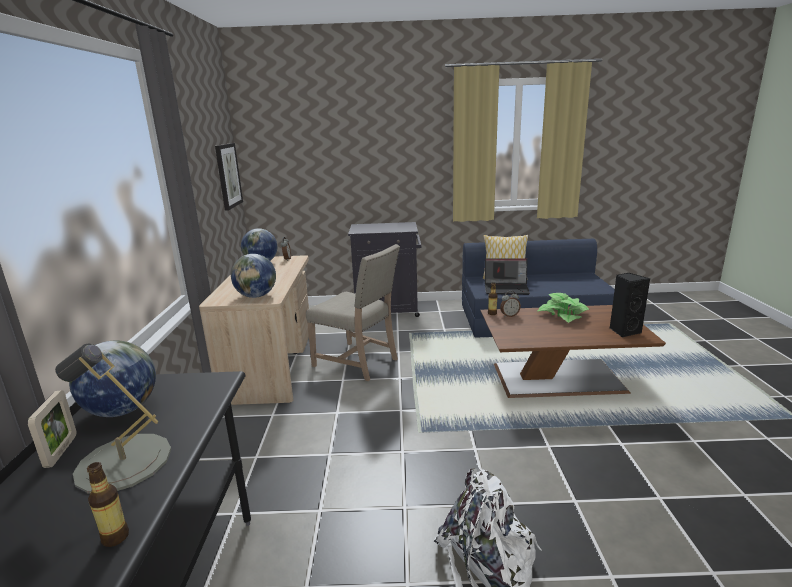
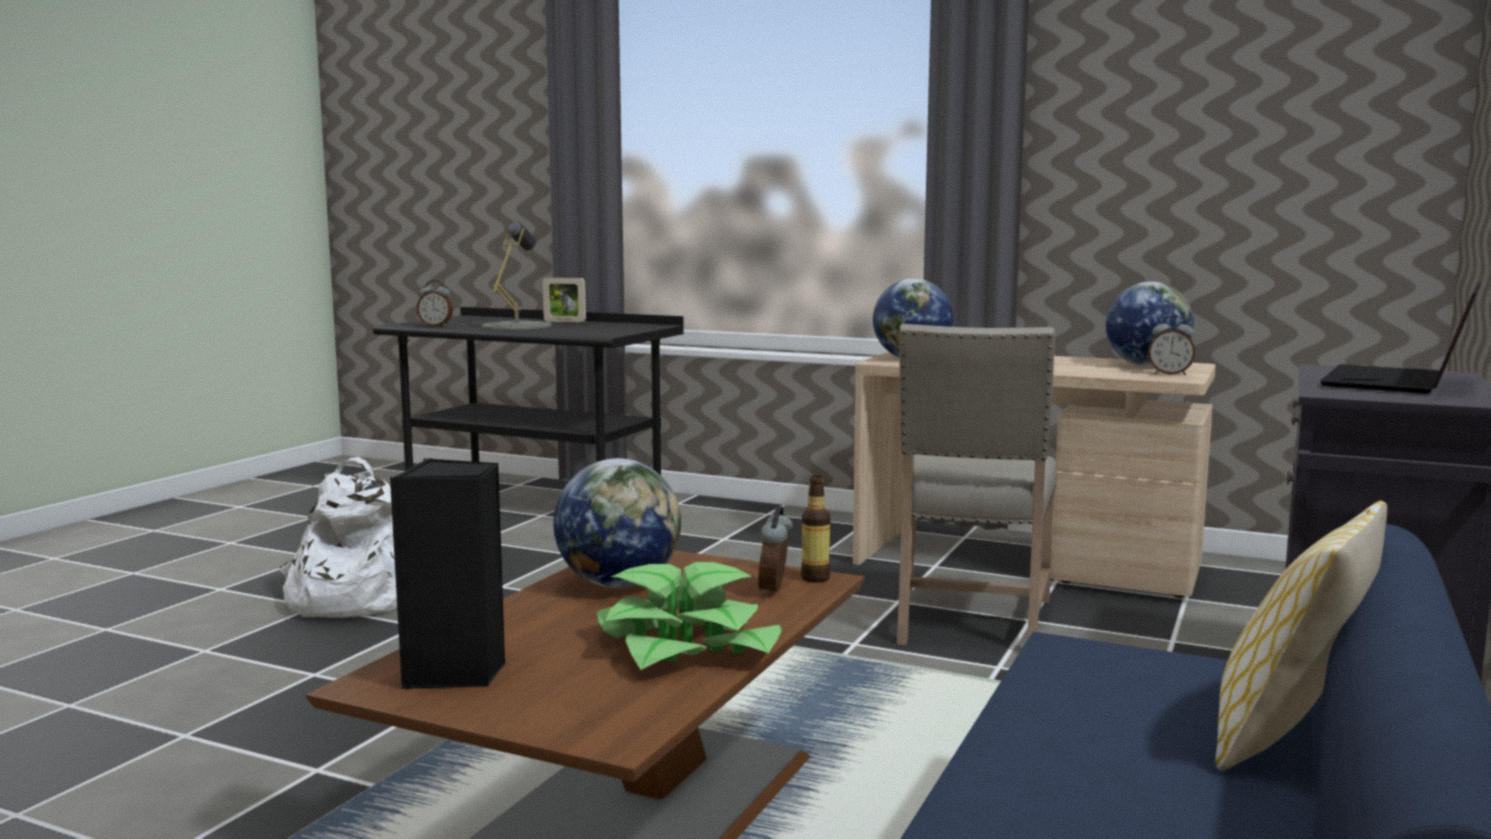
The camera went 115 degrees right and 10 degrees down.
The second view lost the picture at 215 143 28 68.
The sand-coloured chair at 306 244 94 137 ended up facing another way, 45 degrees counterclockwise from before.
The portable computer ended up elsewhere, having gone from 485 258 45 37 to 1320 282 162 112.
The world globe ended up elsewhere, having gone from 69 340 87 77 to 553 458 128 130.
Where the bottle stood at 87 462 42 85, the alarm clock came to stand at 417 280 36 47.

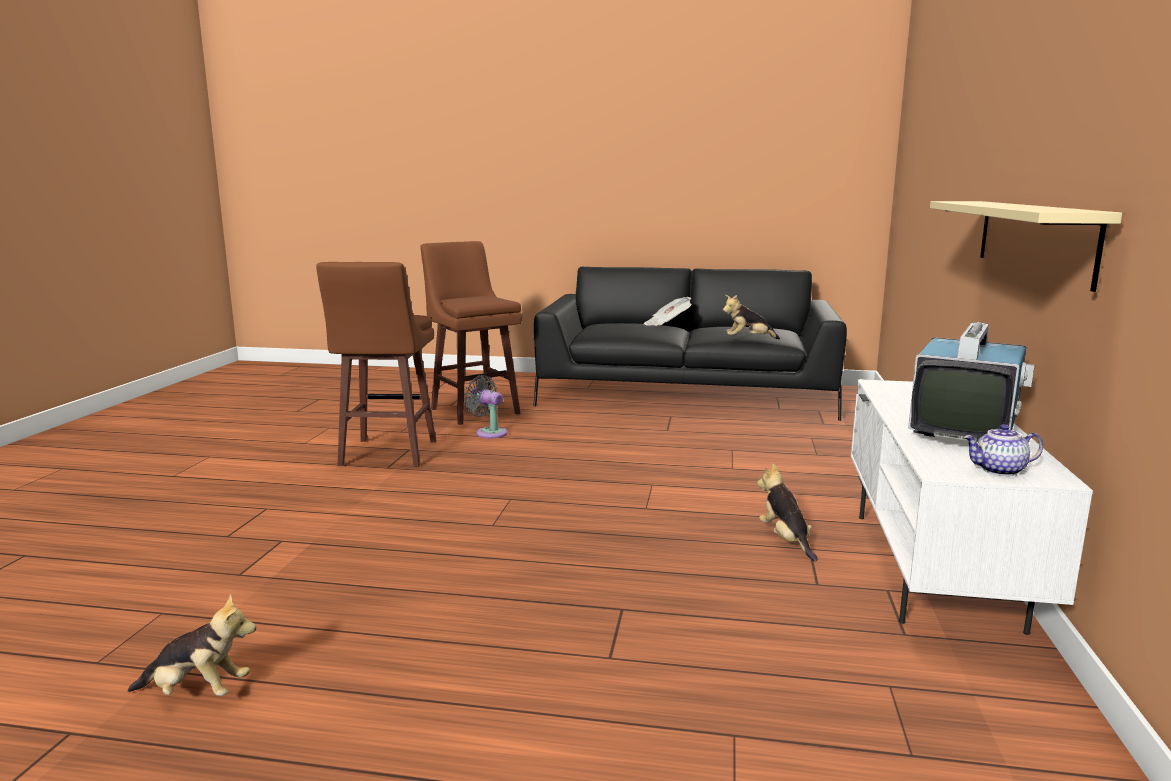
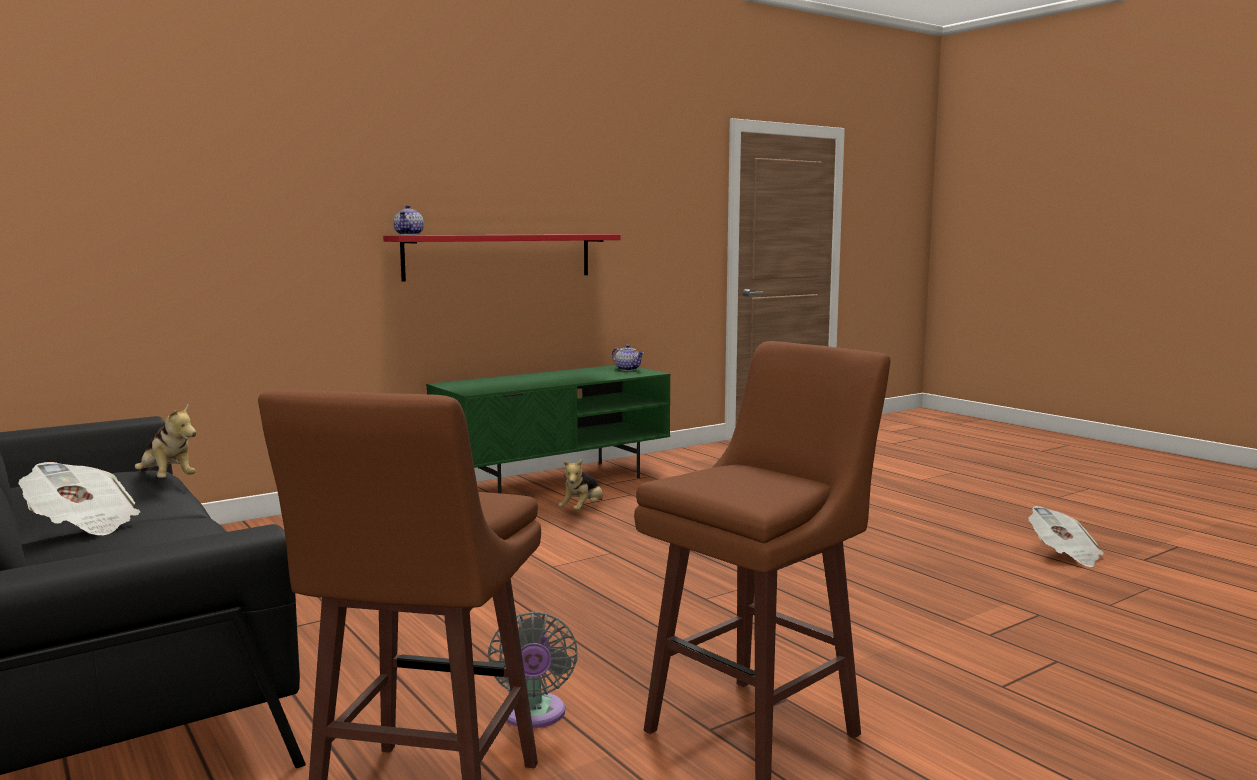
The camera went 135 degrees left and 5 degrees down.
What was the sand-coloured wall shelf at 930 201 192 91 turned into the reddish wall shelf at 383 234 237 47.
The second view lost the TV set at 908 322 127 120.
What was the white tv unit at 851 379 242 256 turned into the greenish tv unit at 426 365 245 129.
Where the soft toy stood at 127 594 129 102, the printed paper came to stand at 1028 506 76 61.
The second view gained the tea pot at 393 205 31 30.

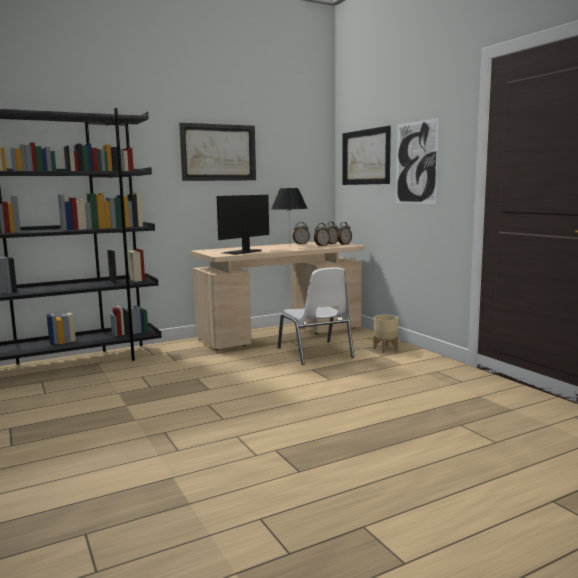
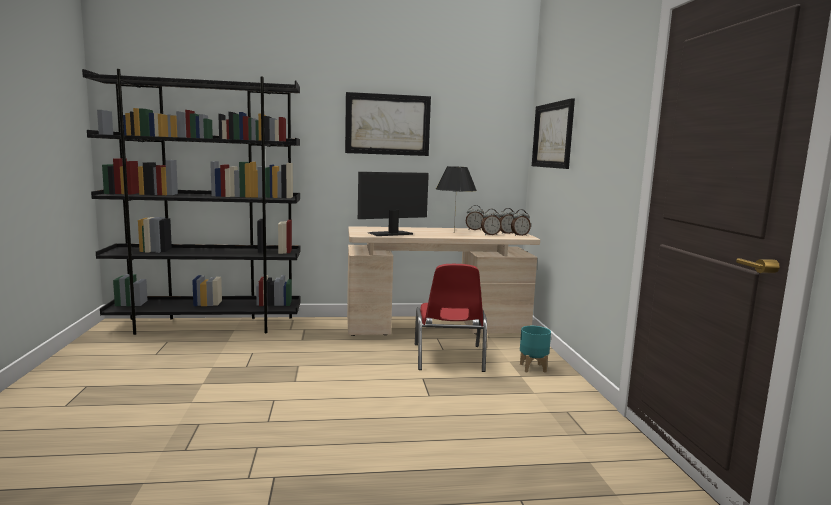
The camera went 20 degrees right and 0 degrees up.
The second view lost the picture at 396 118 43 86.
What was the white chair at 278 267 76 98 turned into the reddish chair at 415 264 72 108.
What was the sand-coloured flower pot at 374 315 24 38 turned into the blue-green flower pot at 520 326 31 47.

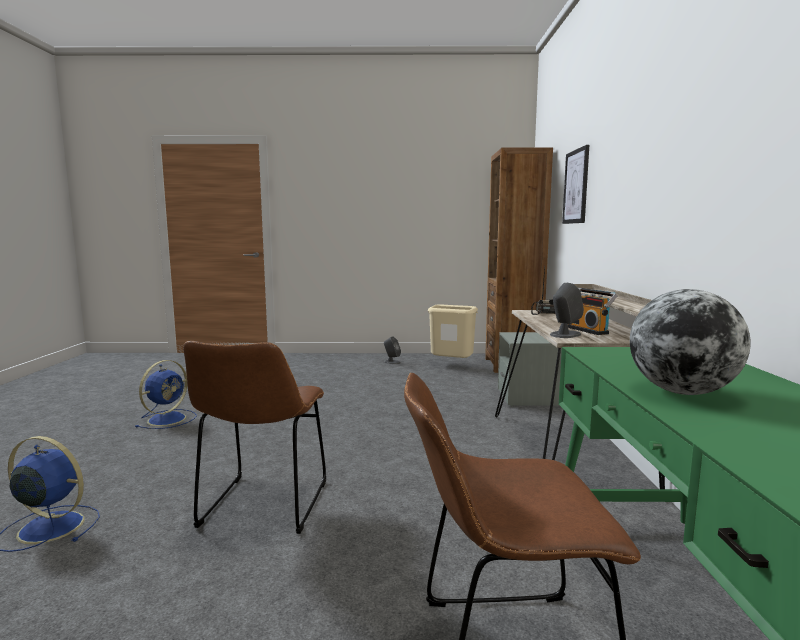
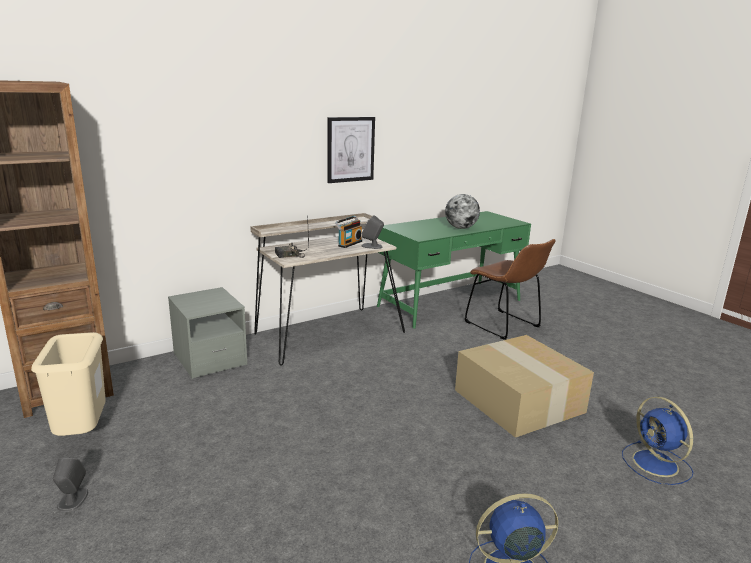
The camera went 125 degrees left and 10 degrees up.
The picture ended up elsewhere, having gone from 562 145 27 79 to 327 117 48 66.
Where the brownish chair stood at 183 341 143 193, the packing box came to stand at 455 335 139 103.

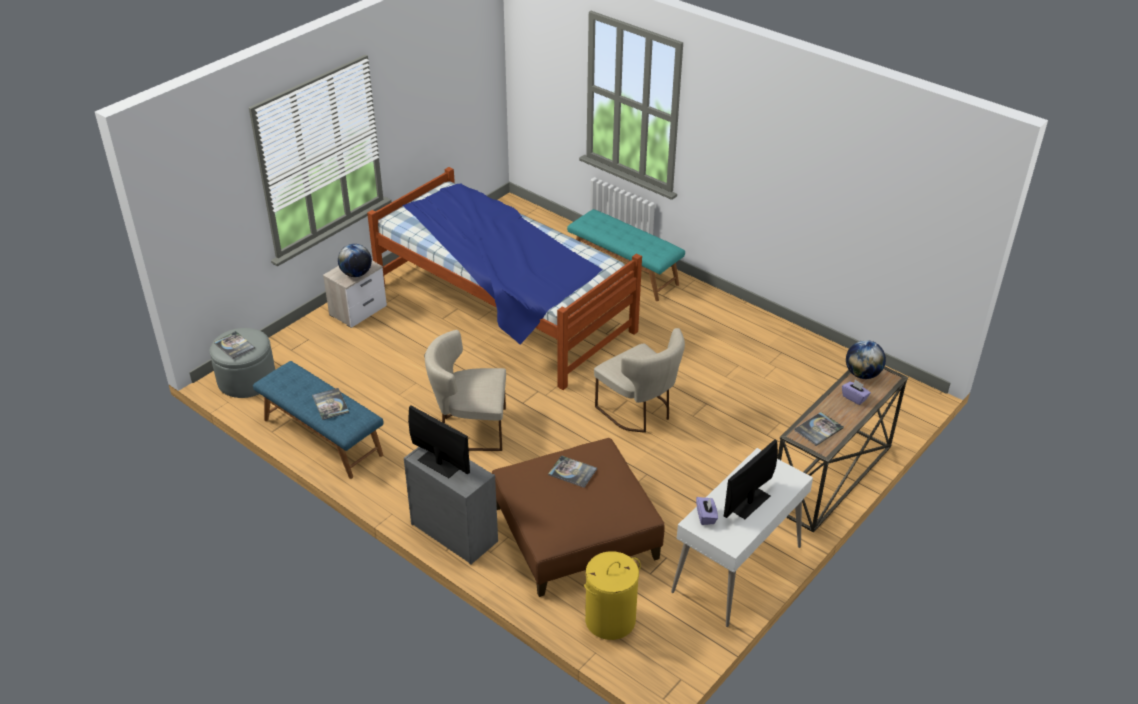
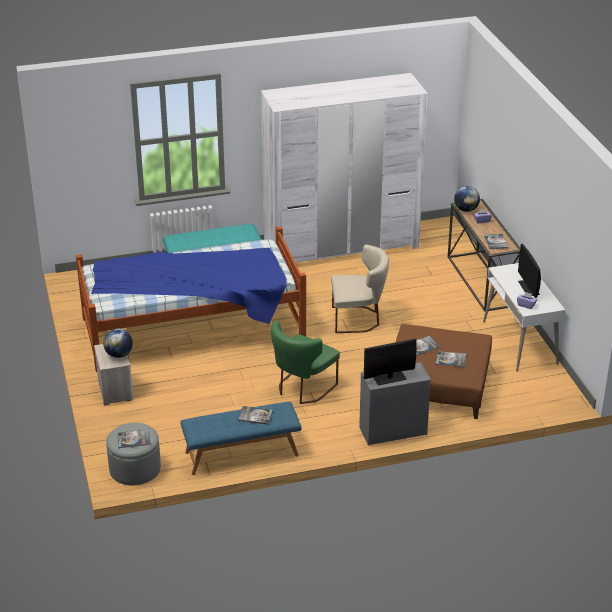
The camera went 55 degrees left and 5 degrees down.
What was the sand-coloured chair at 424 330 82 121 turned into the greenish chair at 271 320 69 84.
The second view lost the yellow-coloured hamper at 584 551 57 89.
The second view gained the white clothes cupboard at 261 73 167 190.
The second view gained the book at 436 351 30 16.

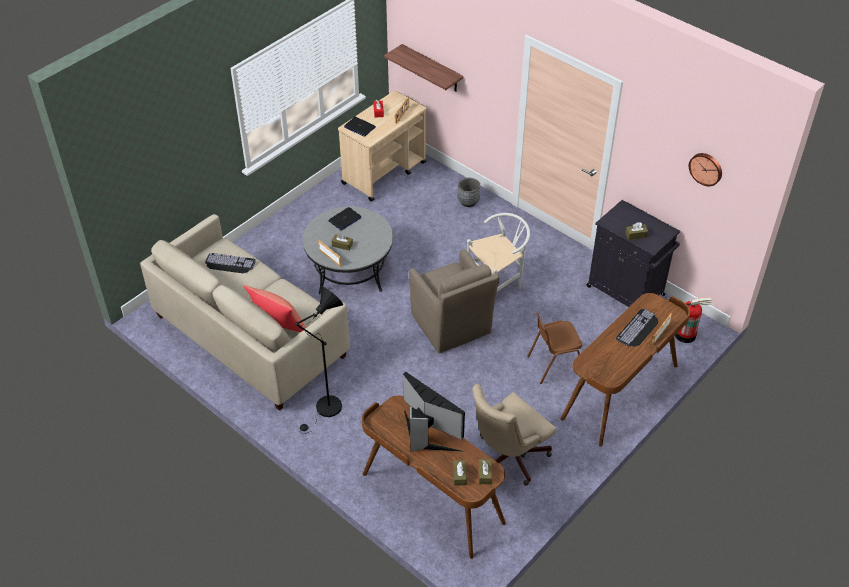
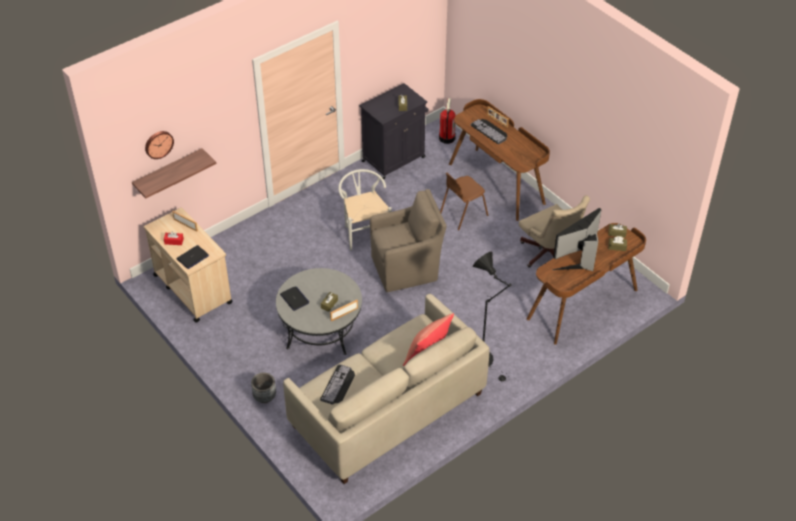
The camera went 80 degrees left and 0 degrees up.
The wall clock ended up elsewhere, having gone from 689 153 33 33 to 145 131 29 28.
The greyish flower pot ended up elsewhere, having gone from 458 178 22 29 to 251 373 25 30.
The brownish chair at 527 313 55 71 ended up facing another way, 60 degrees clockwise from before.

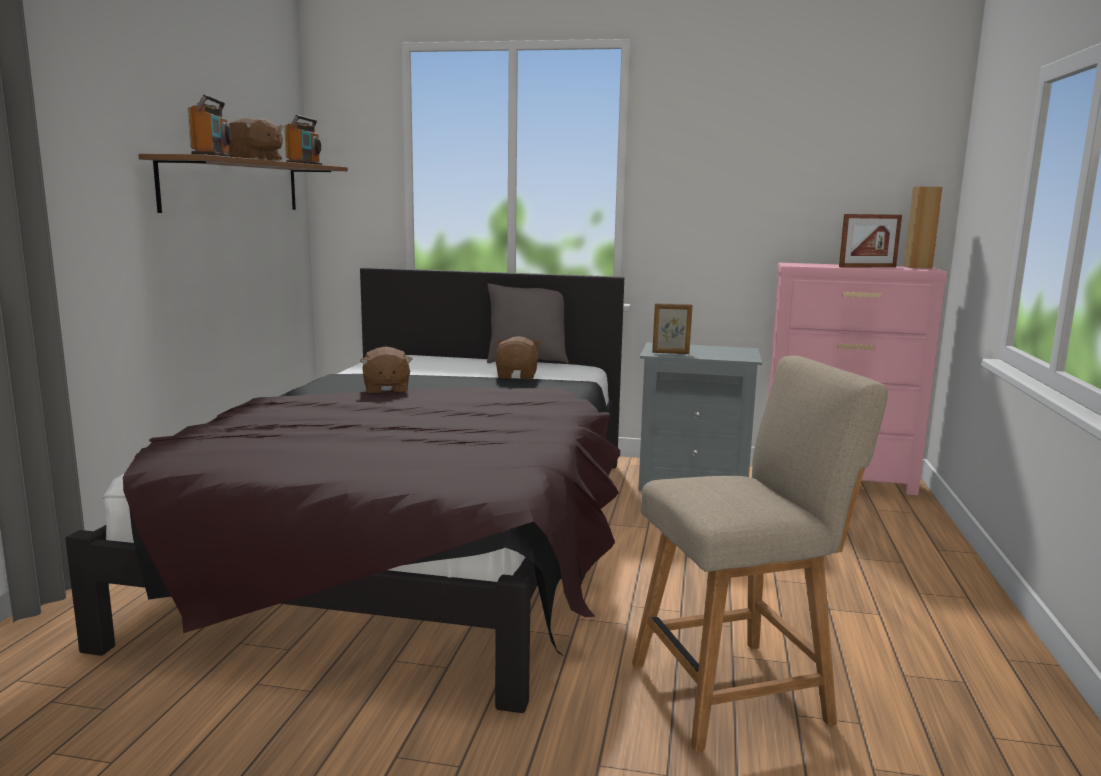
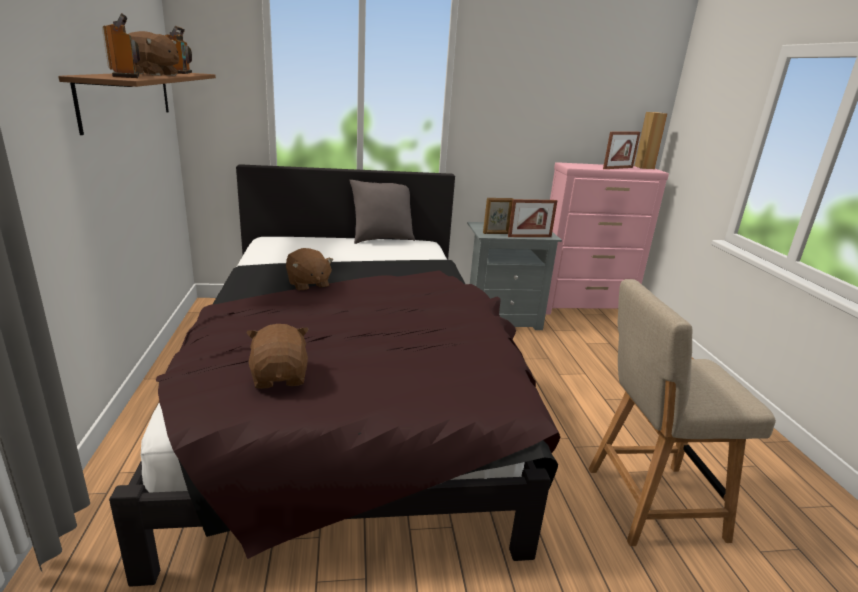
The camera went 20 degrees left and 10 degrees up.
The brownish soft toy ended up elsewhere, having gone from 495 336 47 44 to 246 324 63 65.
The sand-coloured chair at 632 356 256 396 ended up facing another way, 150 degrees counterclockwise from before.
The second view gained the photo frame at 508 199 50 38.

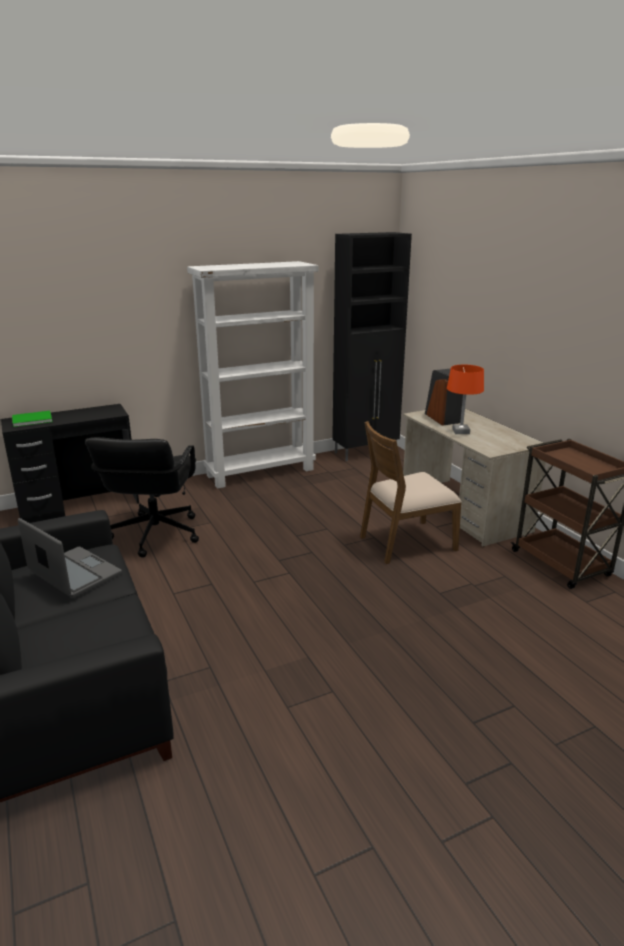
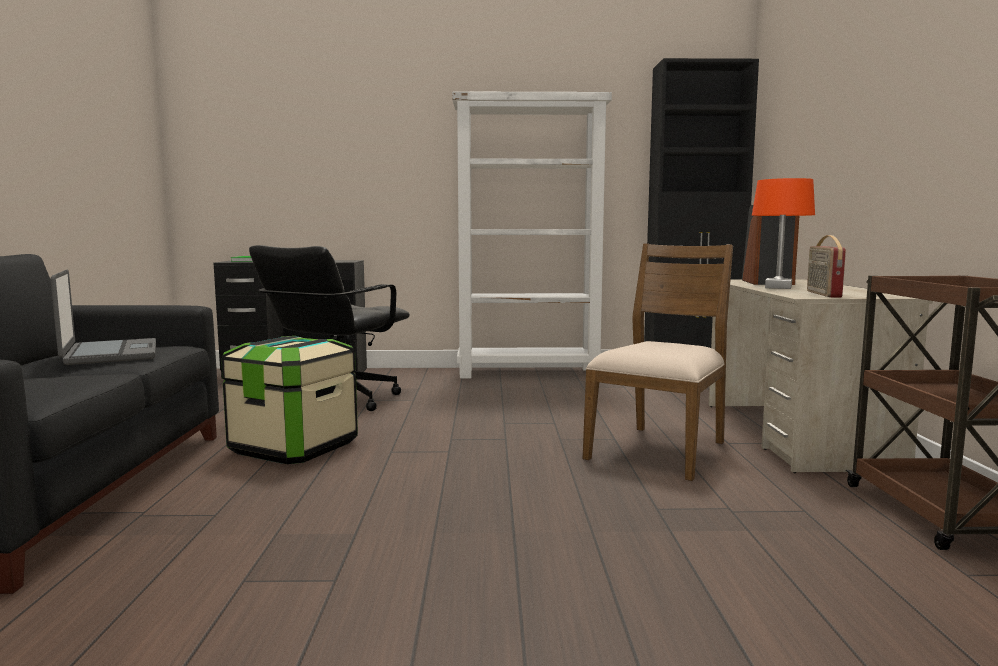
The camera went 25 degrees right and 15 degrees down.
The brownish chair at 360 421 101 143 ended up facing another way, 120 degrees clockwise from before.
The second view gained the radio receiver at 807 235 39 63.
The second view gained the storage box at 221 336 137 128.

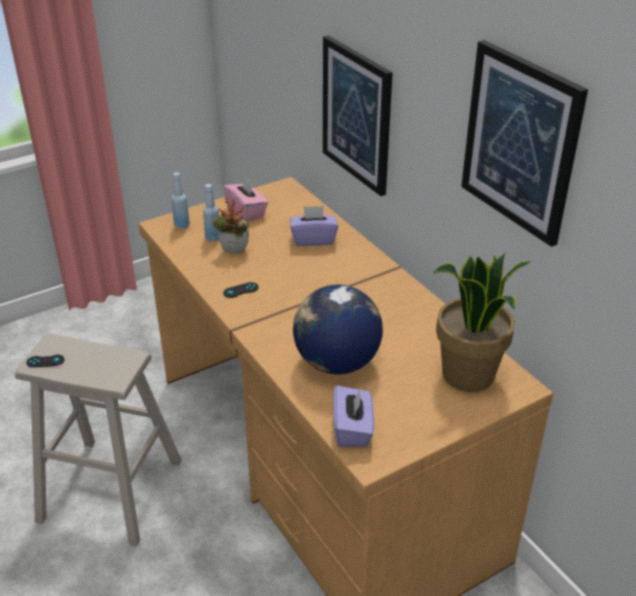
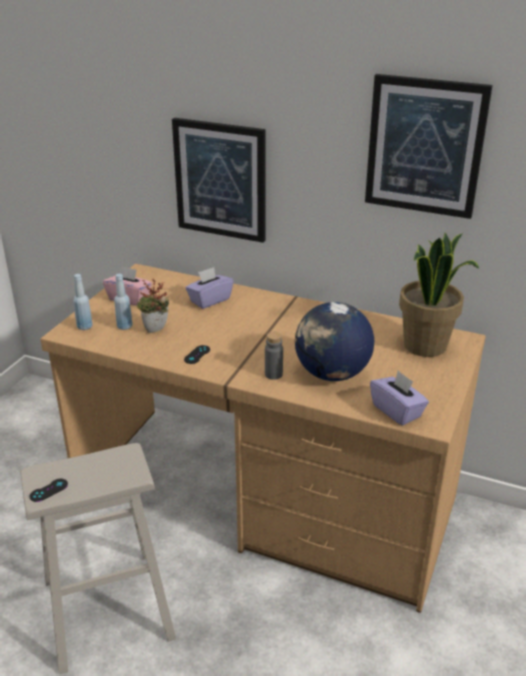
The camera went 35 degrees left and 5 degrees down.
The second view gained the greyish bottle at 265 332 18 48.

